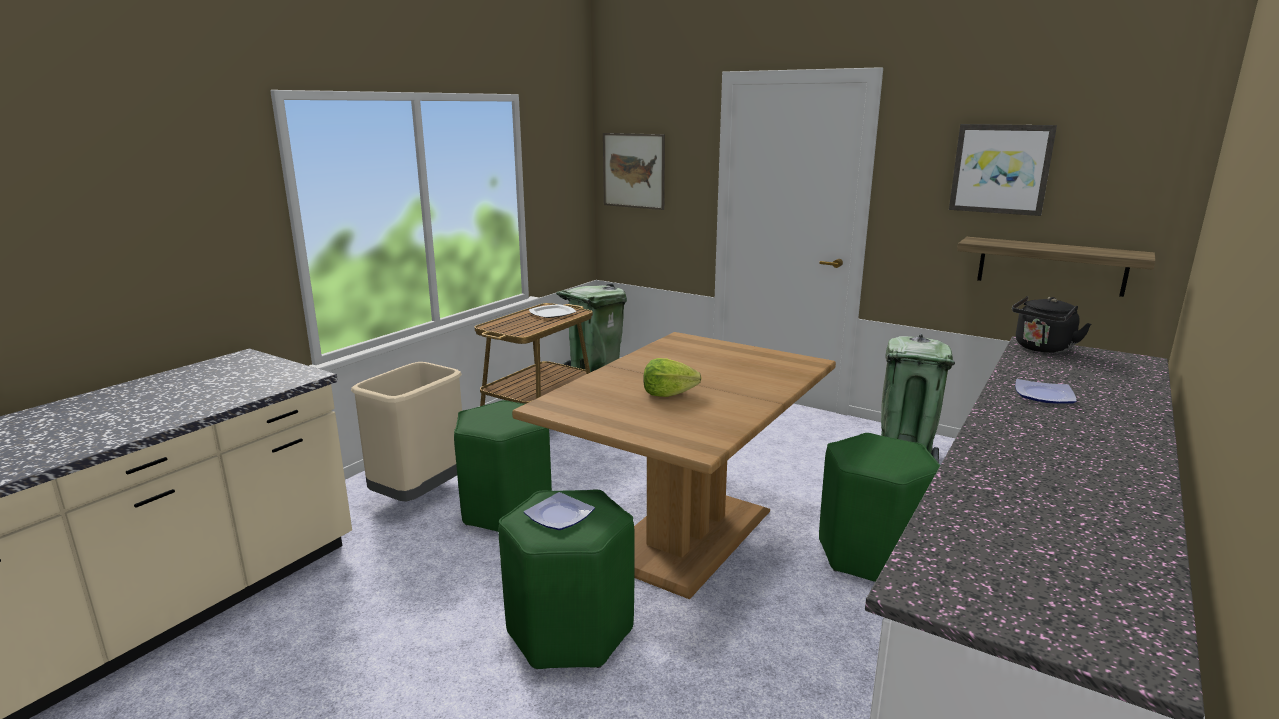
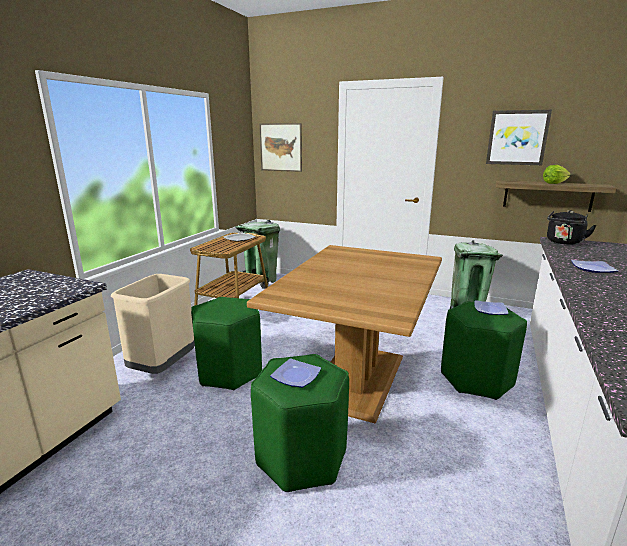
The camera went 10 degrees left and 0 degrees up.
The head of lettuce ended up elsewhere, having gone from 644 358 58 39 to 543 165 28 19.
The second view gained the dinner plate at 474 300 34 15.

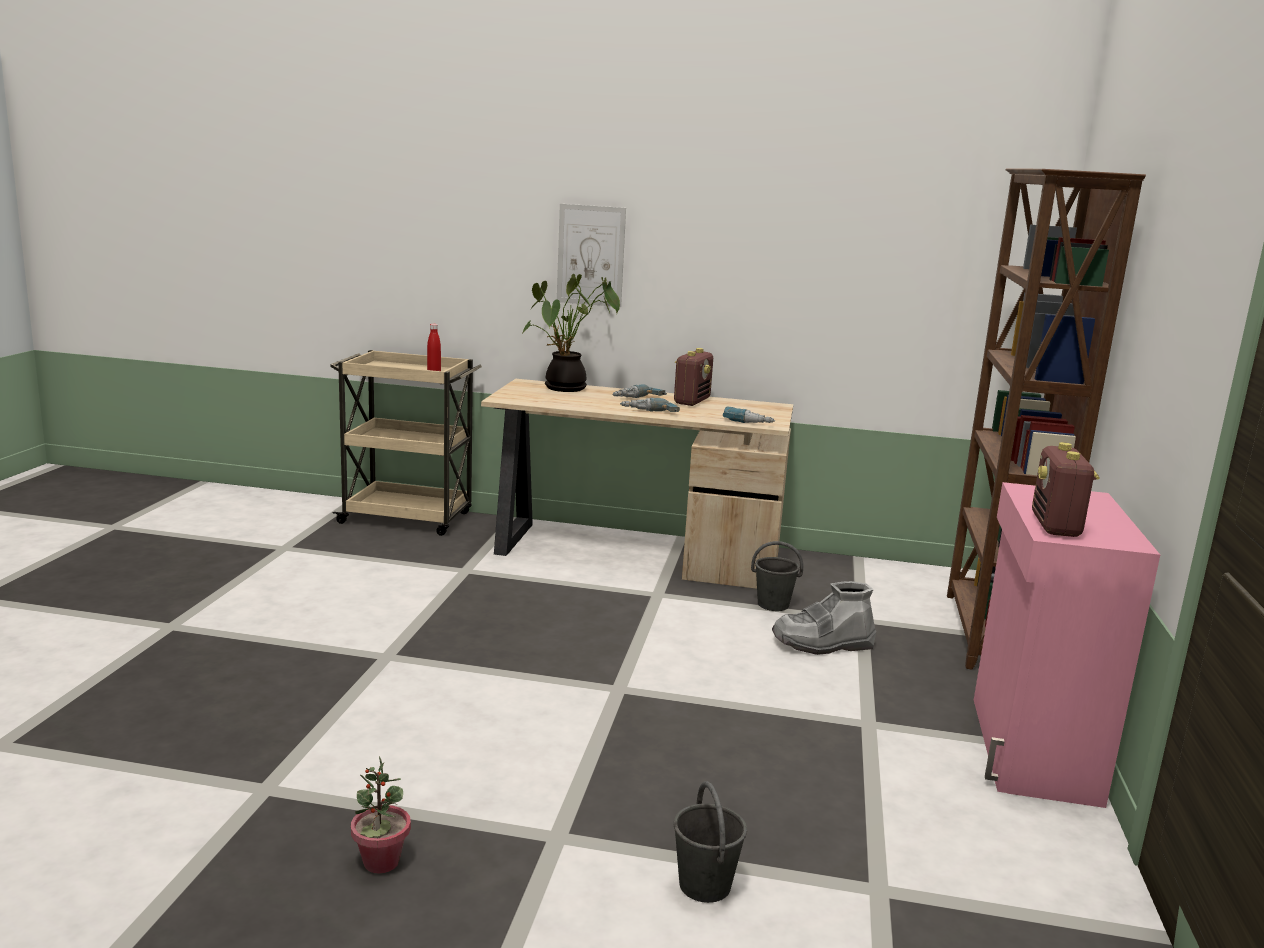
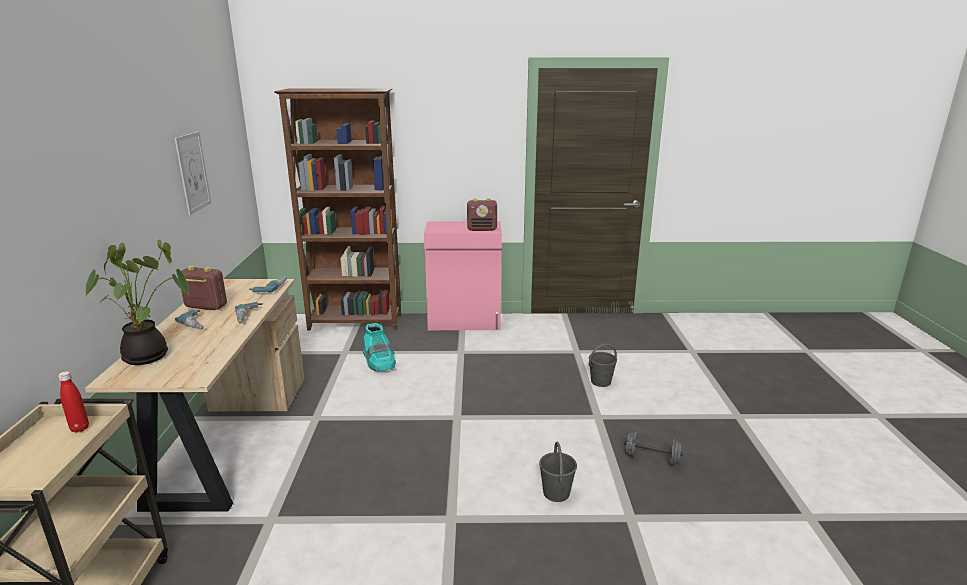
The camera went 100 degrees left and 5 degrees up.
The picture ended up elsewhere, having gone from 557 204 69 103 to 174 131 37 84.
The greyish bucket ended up elsewhere, having gone from 751 541 52 70 to 539 442 38 60.
What was the greyish high-top boot at 772 581 104 74 turned into the blue-green high-top boot at 363 323 33 49.
Where the houseplant stood at 351 756 60 118, the greyish free weight came to stand at 624 431 59 35.

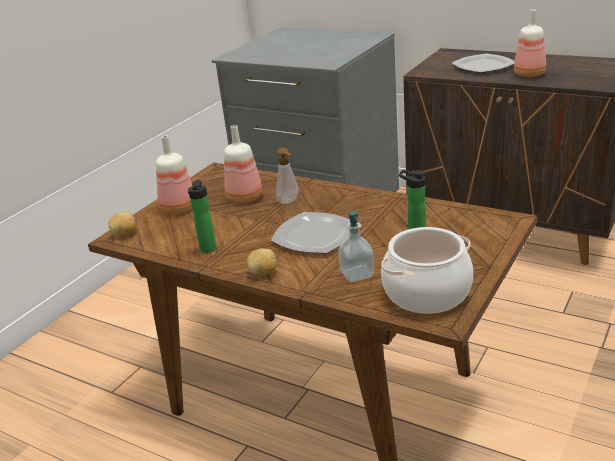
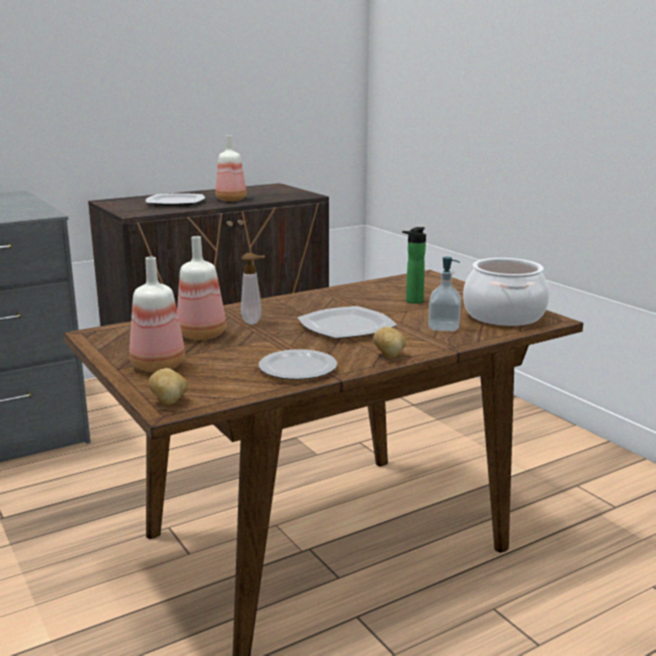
The camera went 65 degrees left and 10 degrees down.
Where the bottle stood at 188 180 29 73, the dinner plate came to stand at 259 349 78 31.

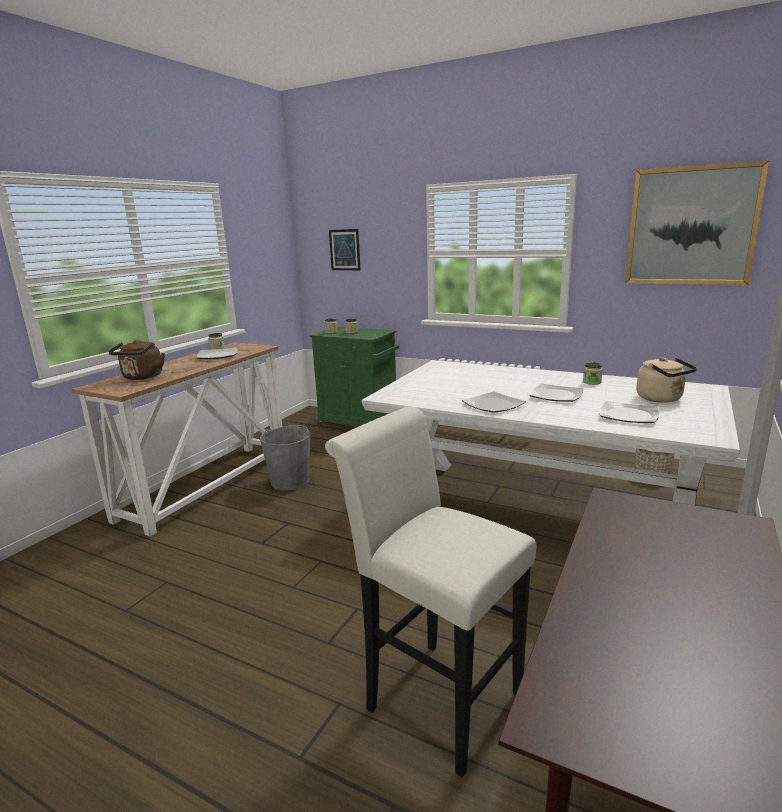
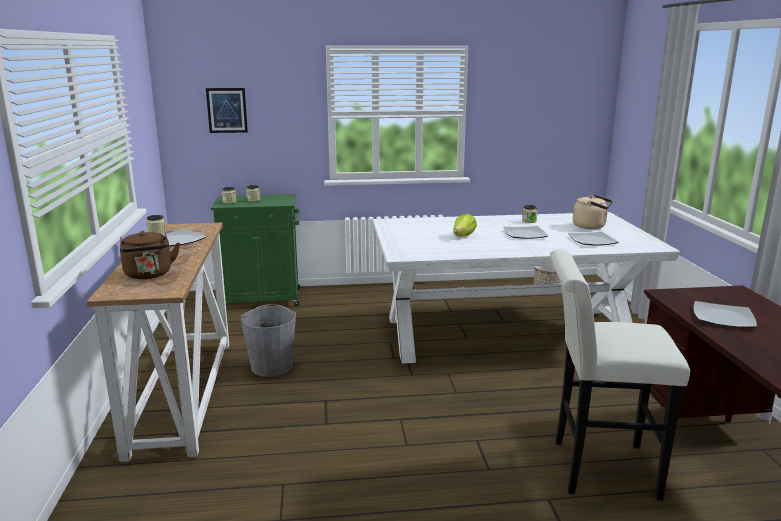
The camera went 35 degrees left and 0 degrees up.
The second view lost the picture at 625 160 144 125.
The dinner plate ended up elsewhere, having gone from 462 392 64 21 to 693 301 64 27.
The second view gained the head of lettuce at 453 214 24 23.

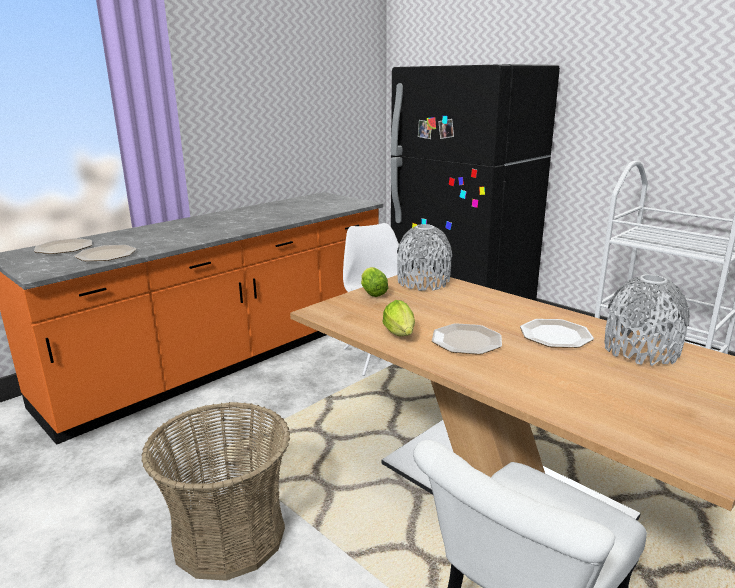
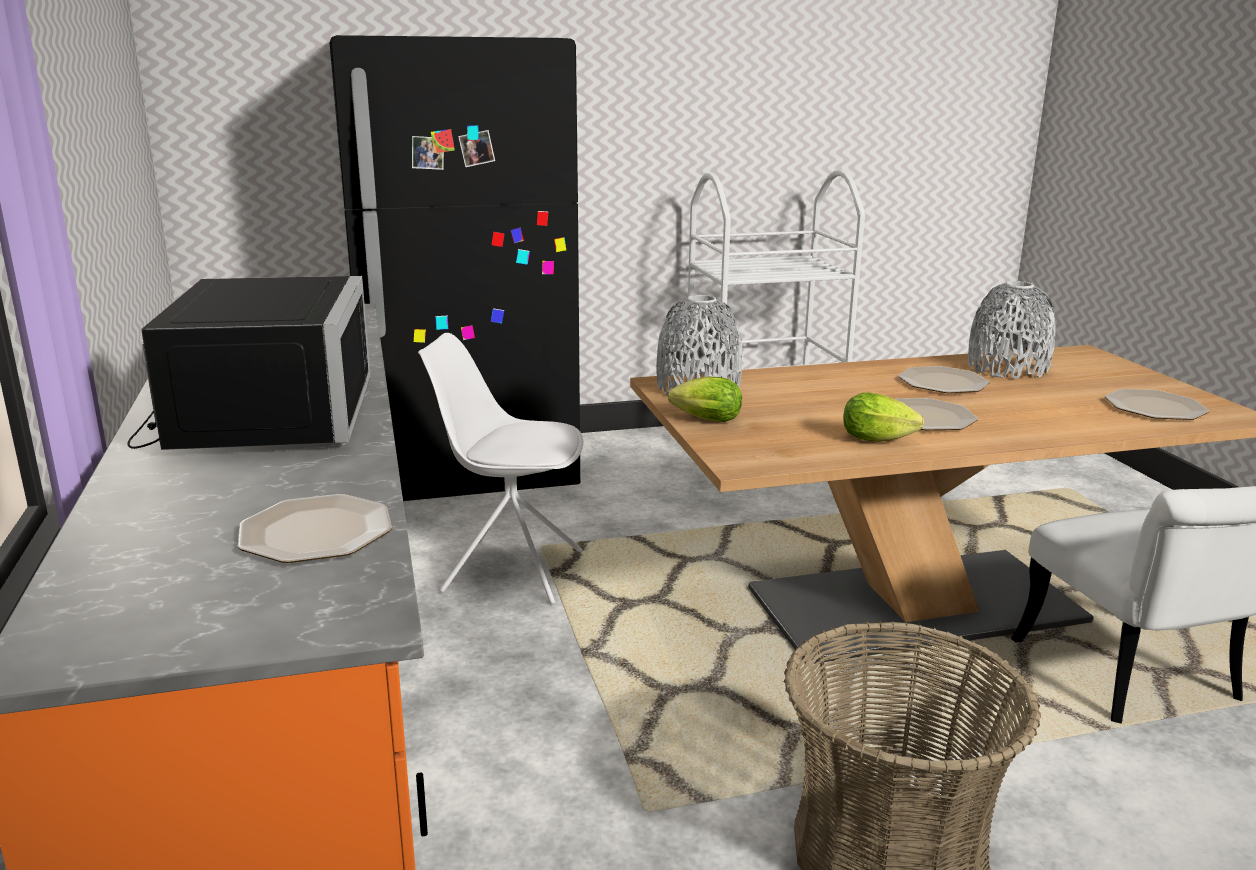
The camera went 60 degrees left and 0 degrees up.
The dinner plate ended up elsewhere, having gone from 34 238 58 16 to 1105 389 104 31.
The second view gained the blackish kitchen microwave at 127 276 244 174.

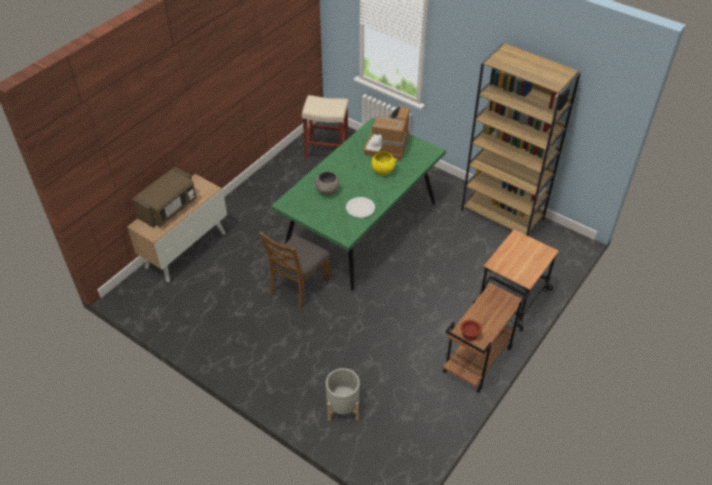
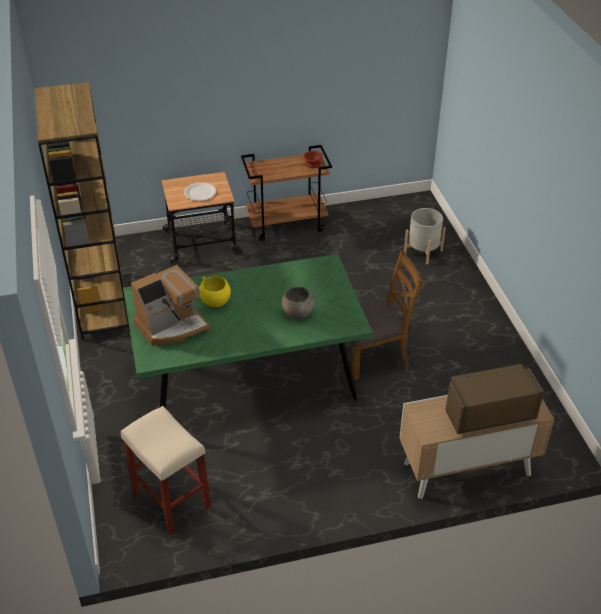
The camera went 140 degrees left and 5 degrees down.
The white dinner plate ended up elsewhere, having gone from 346 197 29 21 to 184 182 32 19.

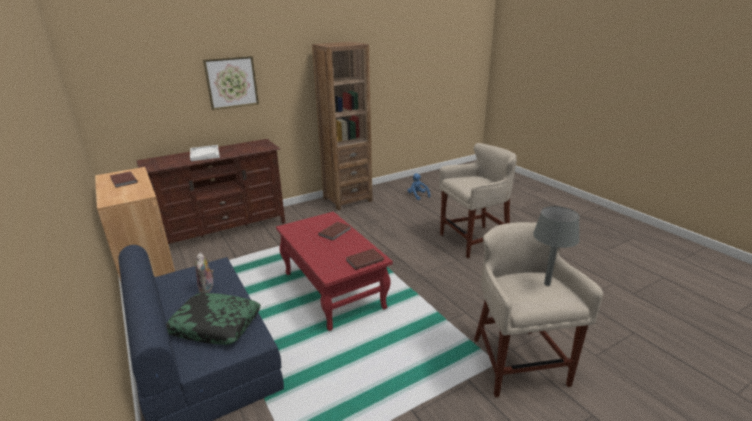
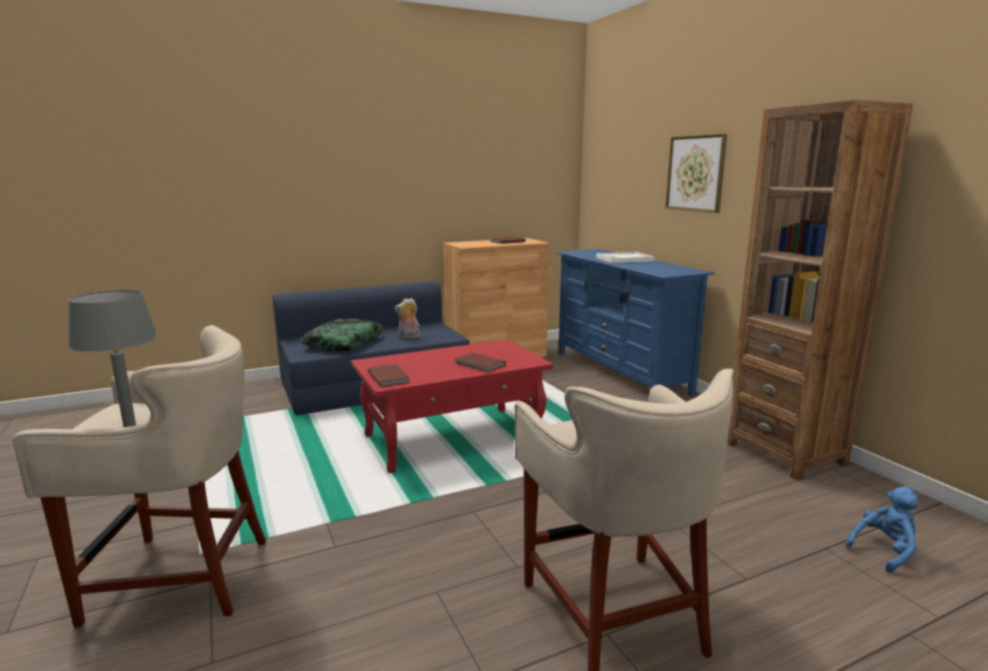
The camera went 95 degrees right and 10 degrees down.
What was the brownish tv unit at 136 139 149 105 turned into the blue-coloured tv unit at 556 249 159 148.

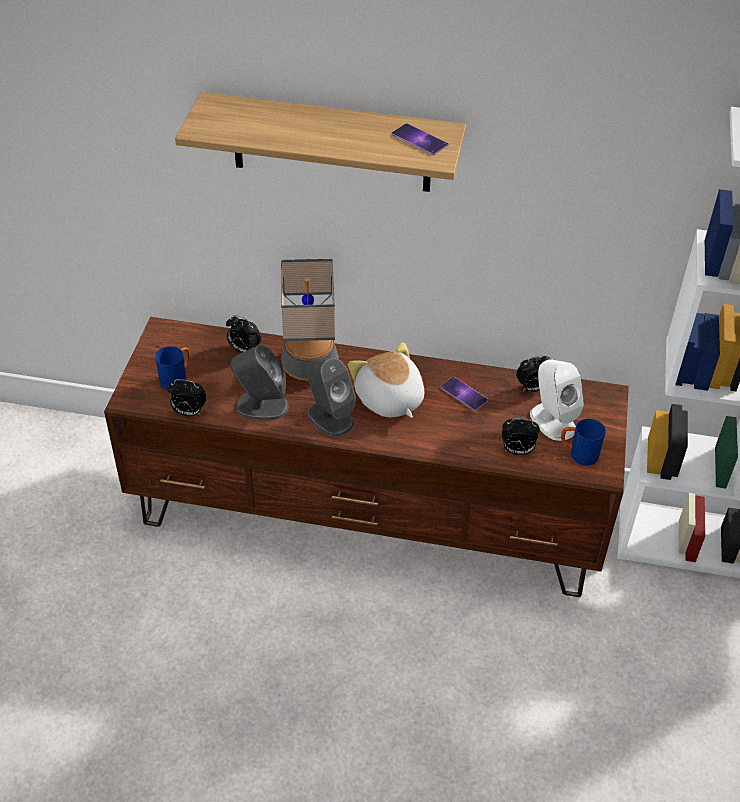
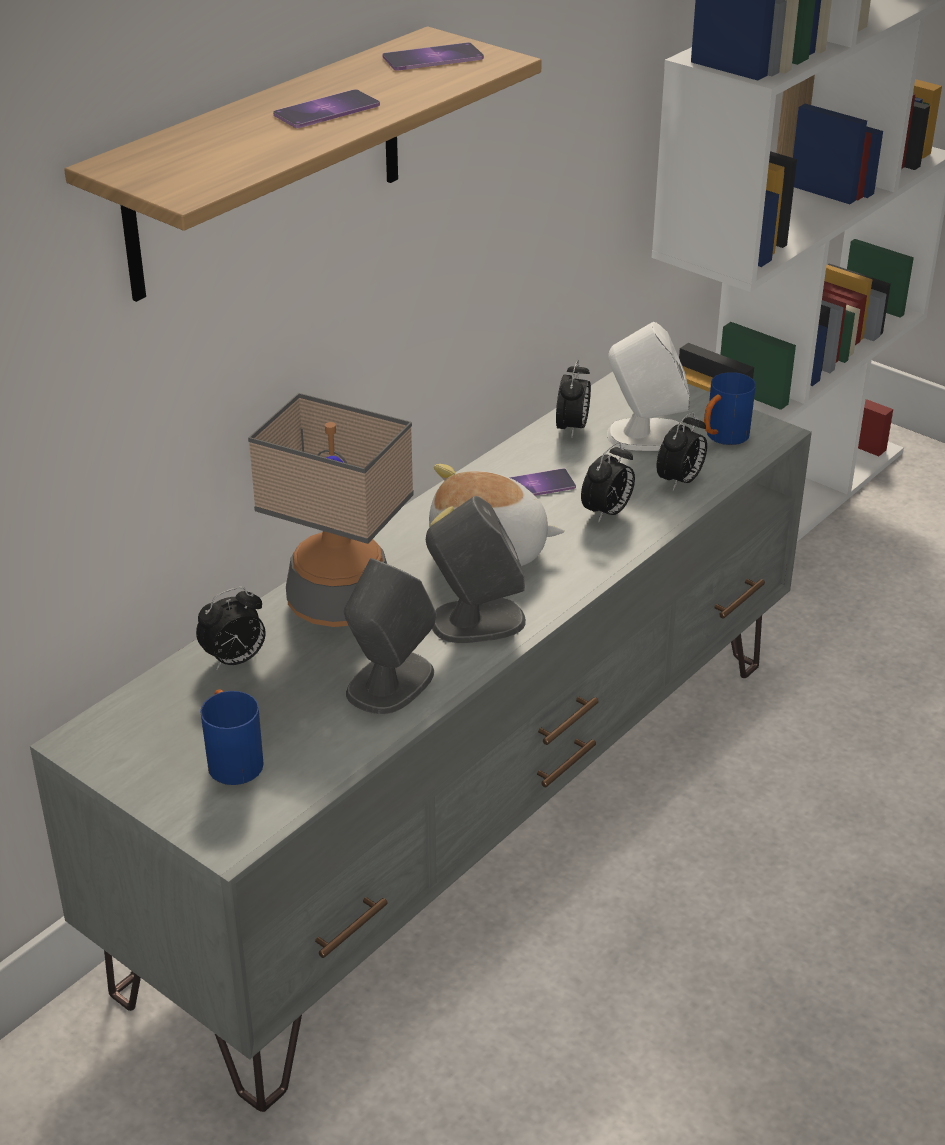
The camera went 60 degrees left and 10 degrees down.
What was the brownish tv unit at 104 317 525 280 turned into the greyish tv unit at 30 372 782 740.
The alarm clock ended up elsewhere, having gone from 168 379 39 37 to 581 442 54 81.
The second view gained the phone at 273 89 107 39.

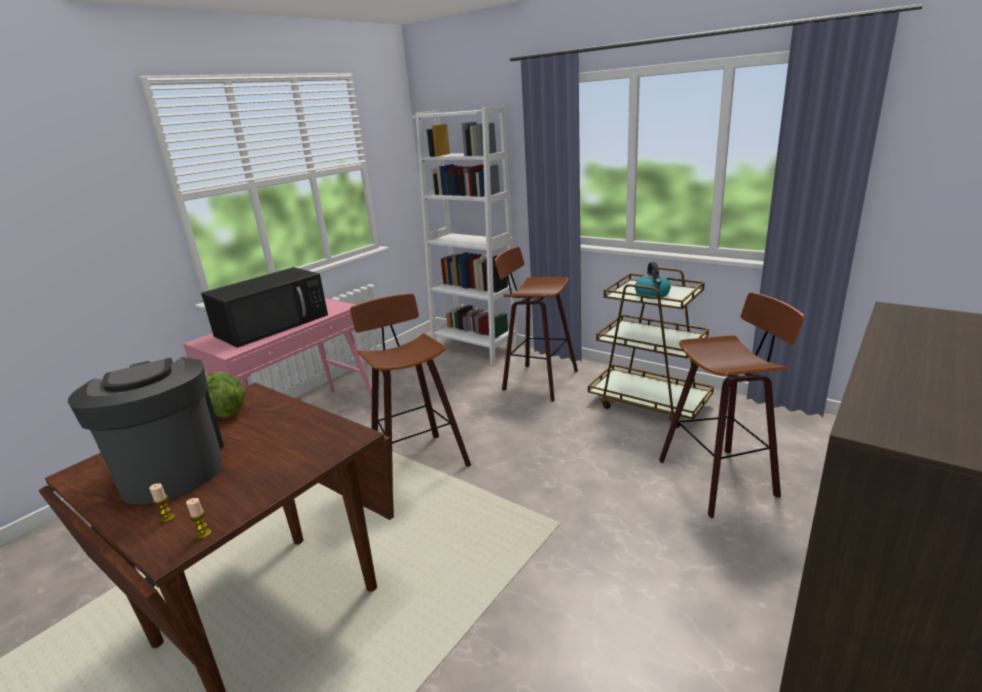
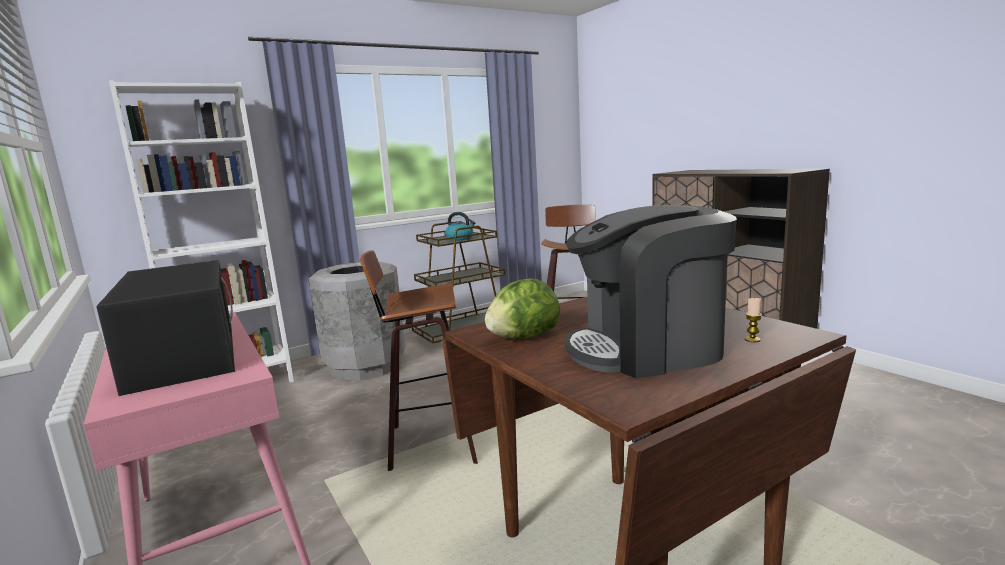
The camera went 70 degrees left and 10 degrees down.
Where the stool stood at 495 247 83 155, the greyish trash can came to stand at 309 262 96 118.
The second view lost the wax candle at 186 498 26 41.

